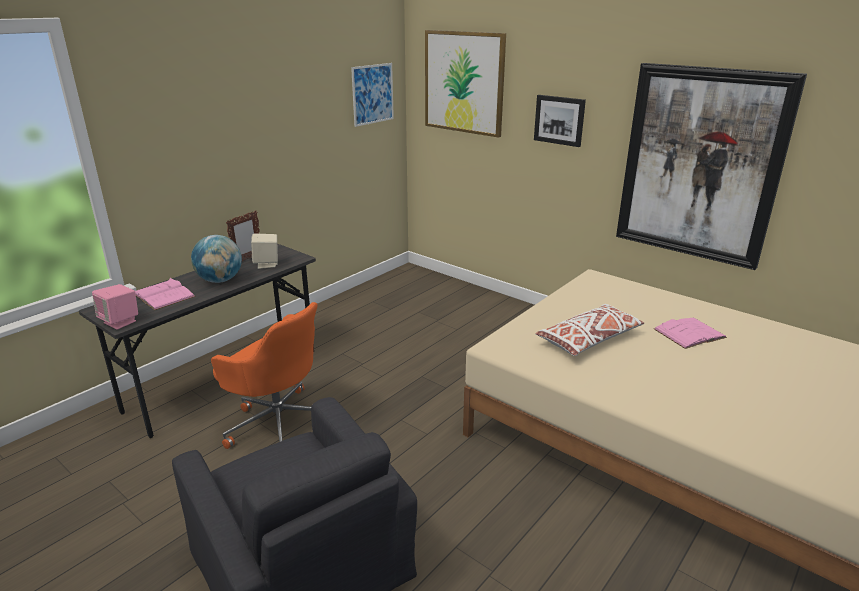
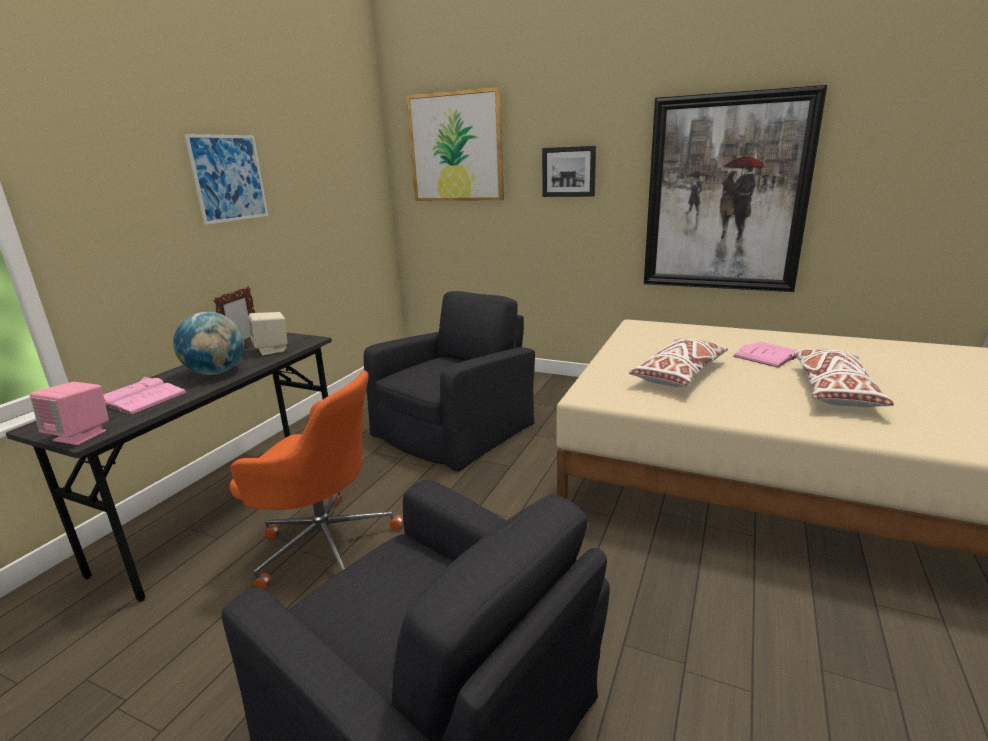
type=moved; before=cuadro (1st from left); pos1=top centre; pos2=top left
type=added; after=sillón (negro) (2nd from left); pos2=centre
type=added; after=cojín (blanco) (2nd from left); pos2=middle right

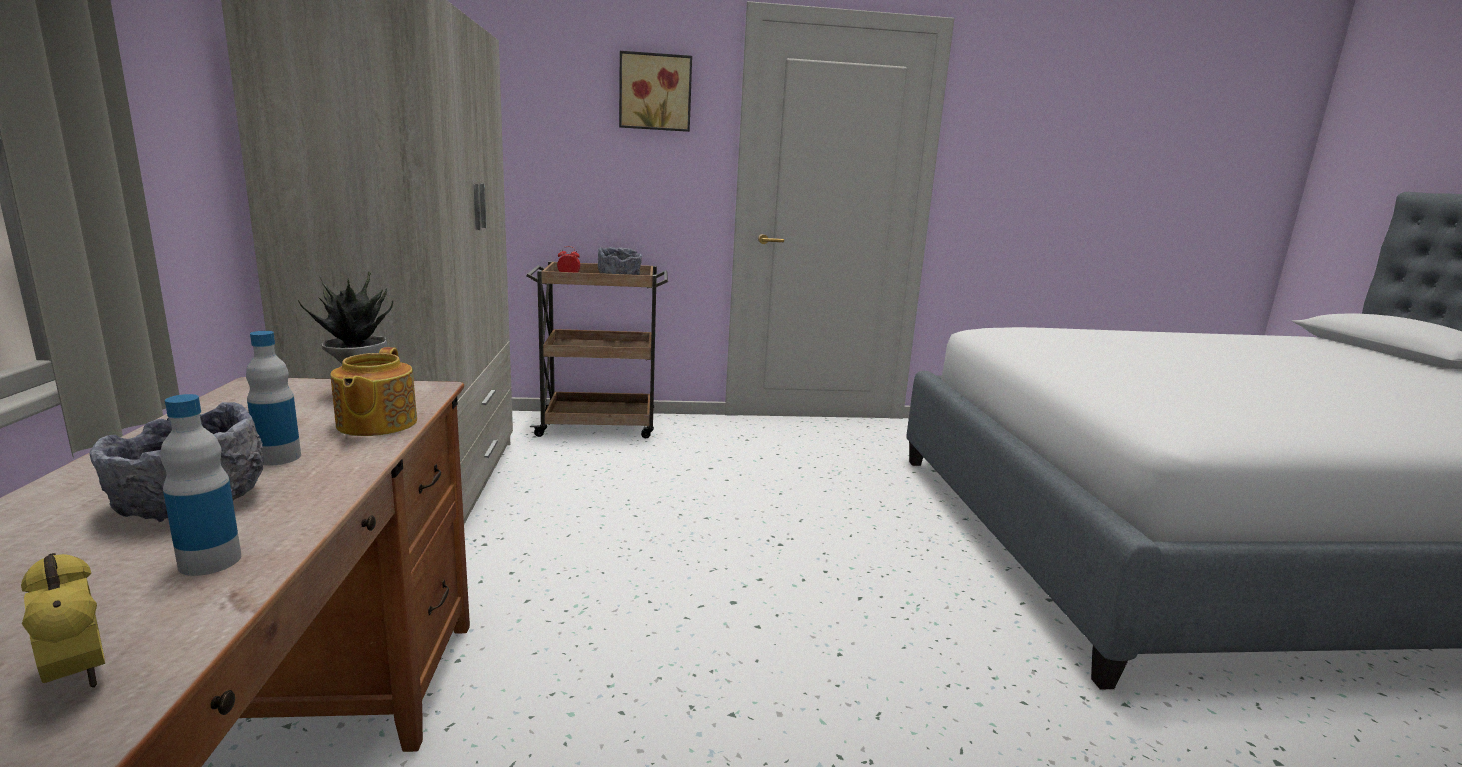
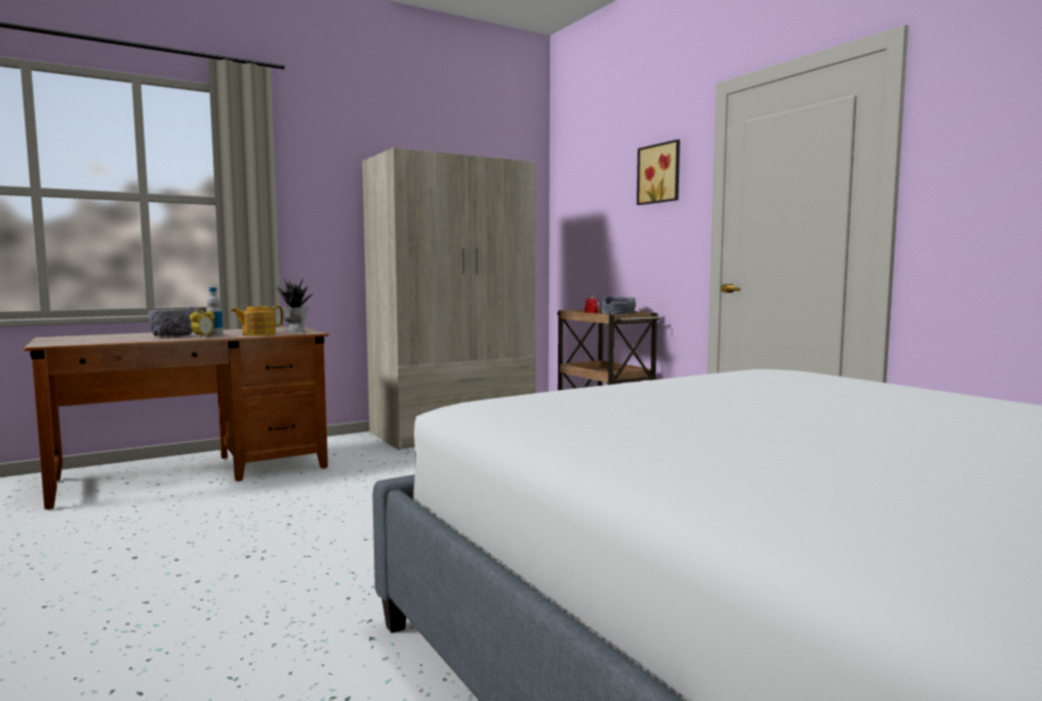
type=moved; before=despertador (1st from left); pos1=bottom left; pos2=middle left
type=removed; before=botella (1st from left); pos1=middle left

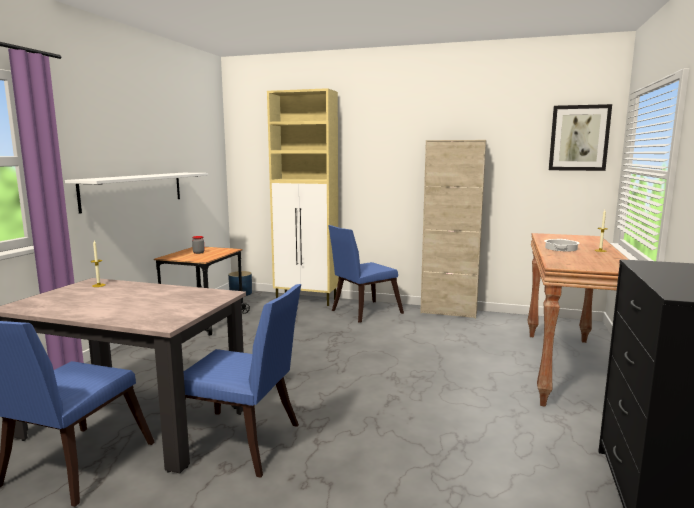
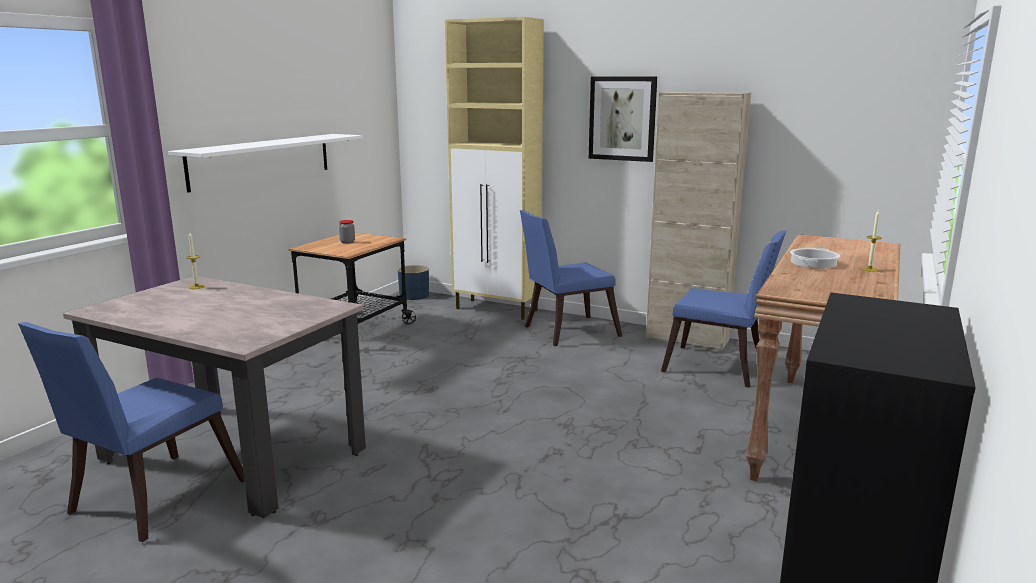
type=moved; before=cuadro; pos1=top right; pos2=top centre
type=moved; before=silla (azul) (2nd from left in the first image); after=silla (azul) (3rd from left); pos1=bottom centre; pos2=middle right

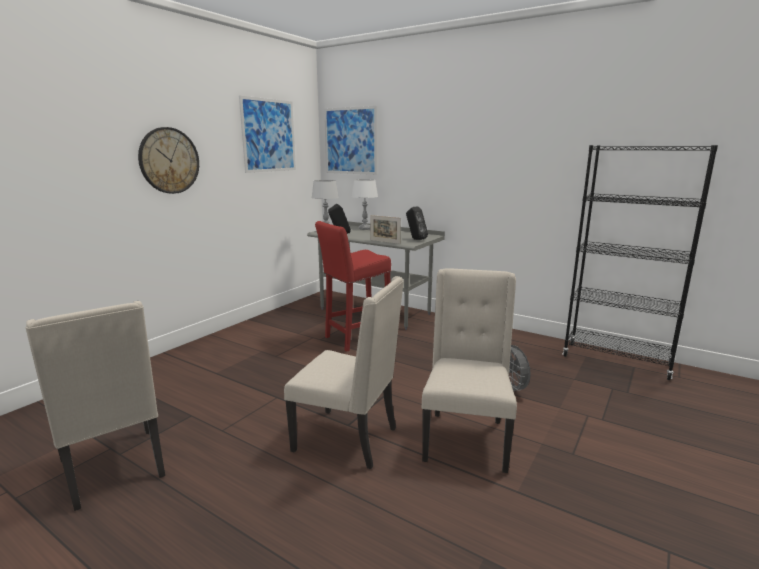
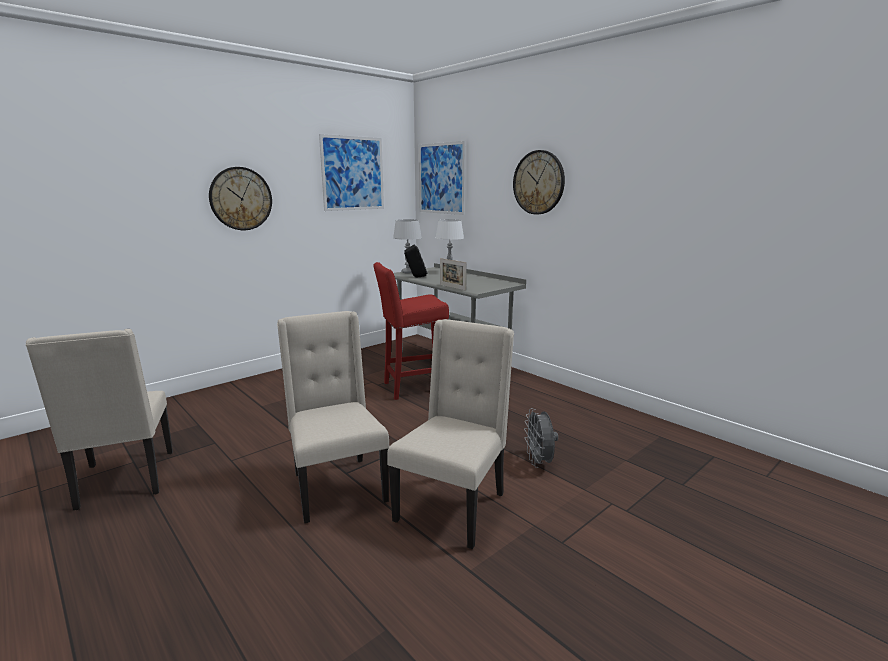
type=turned; before=silla (beis) (2nd from left); pos1=centre; pos2=centre; turn=-150
type=added; after=reloj de pared (2nd from left); pos2=top centre
type=removed; before=altavoz (negro) (2nd from left); pos1=centre
type=removed; before=estantería (negro); pos1=middle right

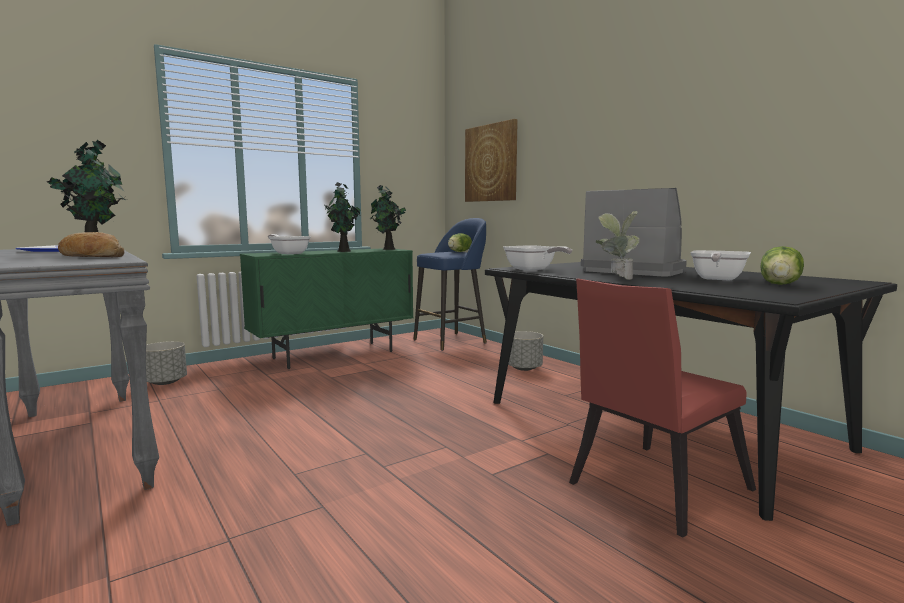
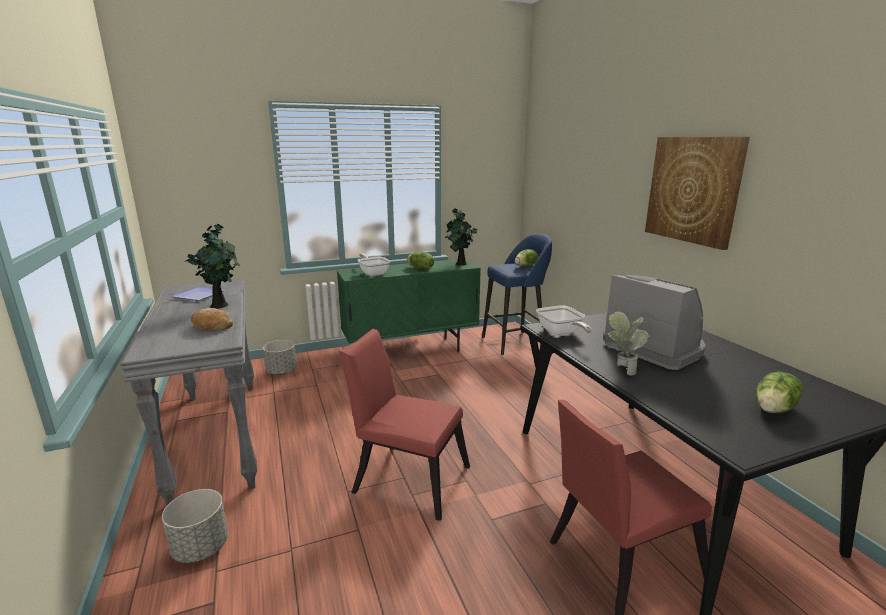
type=moved; before=maceta (gris) (2nd from left in the first image); after=maceta (gris) (1st from left); pos1=centre; pos2=bottom left
type=added; after=silla (rojo) (1st from left); pos2=bottom centre
type=replaced; before=planta en maceta (2nd from left); after=lechuga (1st from left); pos1=centre; pos2=centre
type=moved; before=cuadro; pos1=top centre; pos2=top right
type=removed; before=sartén (3rd from left); pos1=middle right

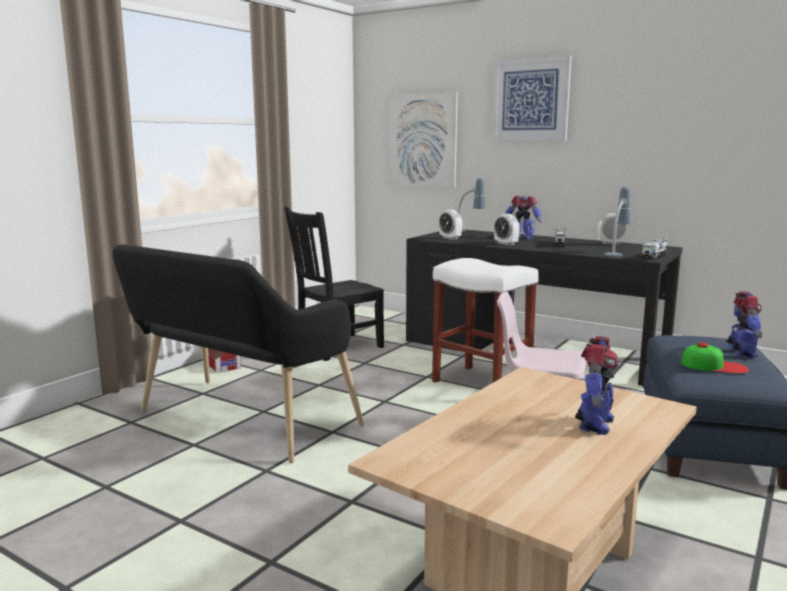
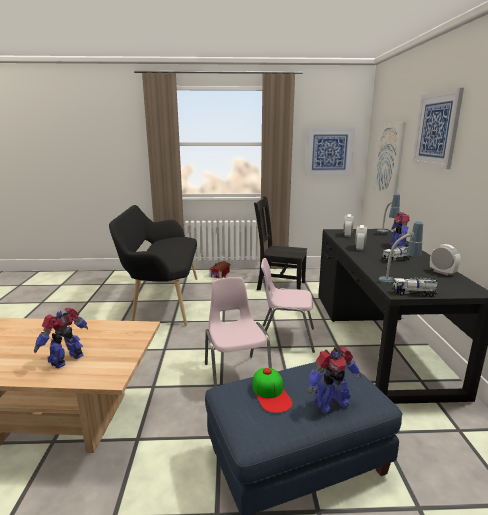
type=turned; before=robot de juguete (2nd from left in the first image); pos1=middle right; pos2=middle left; turn=135
type=replaced; before=taburete (blanco); after=silla (rosa) (2nd from left); pos1=centre; pos2=centre
type=added; after=cuadro (1st from left); pos2=top right

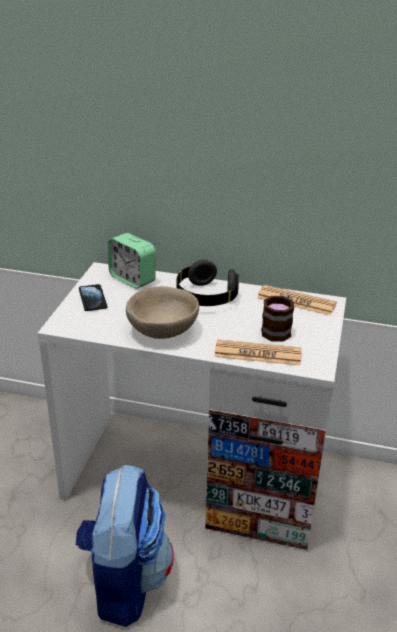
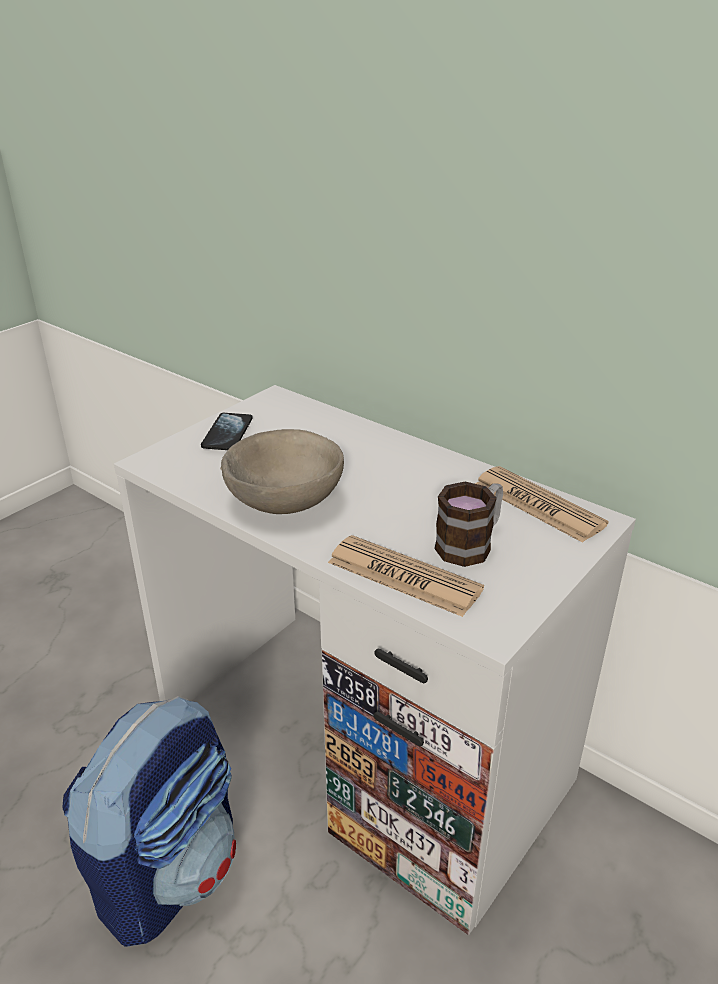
type=removed; before=despertador; pos1=middle left
type=removed; before=auriculares (negro); pos1=centre

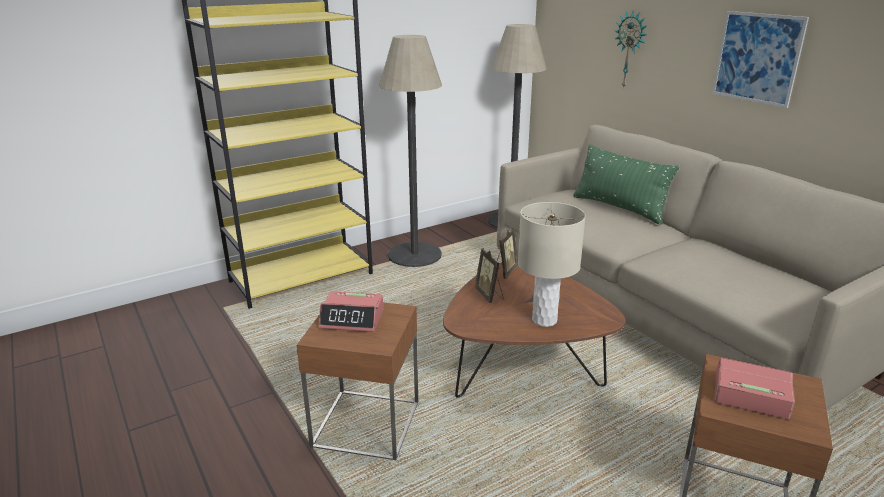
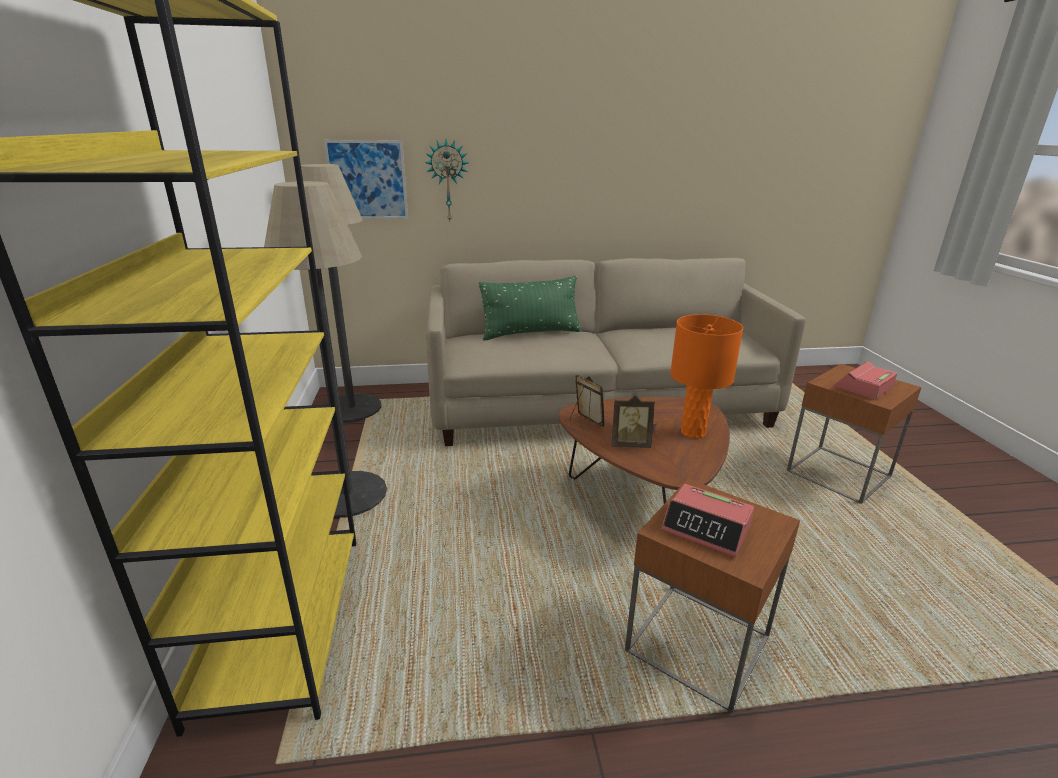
type=moved; before=cuadro; pos1=top right; pos2=top centre
type=turned; before=despertador (1st from left); pos1=centre; pos2=bottom right; turn=90
type=recoloured; before=lámpara de mesa (beis); after=lámpara de mesa (naranja); pos1=centre; pos2=middle right

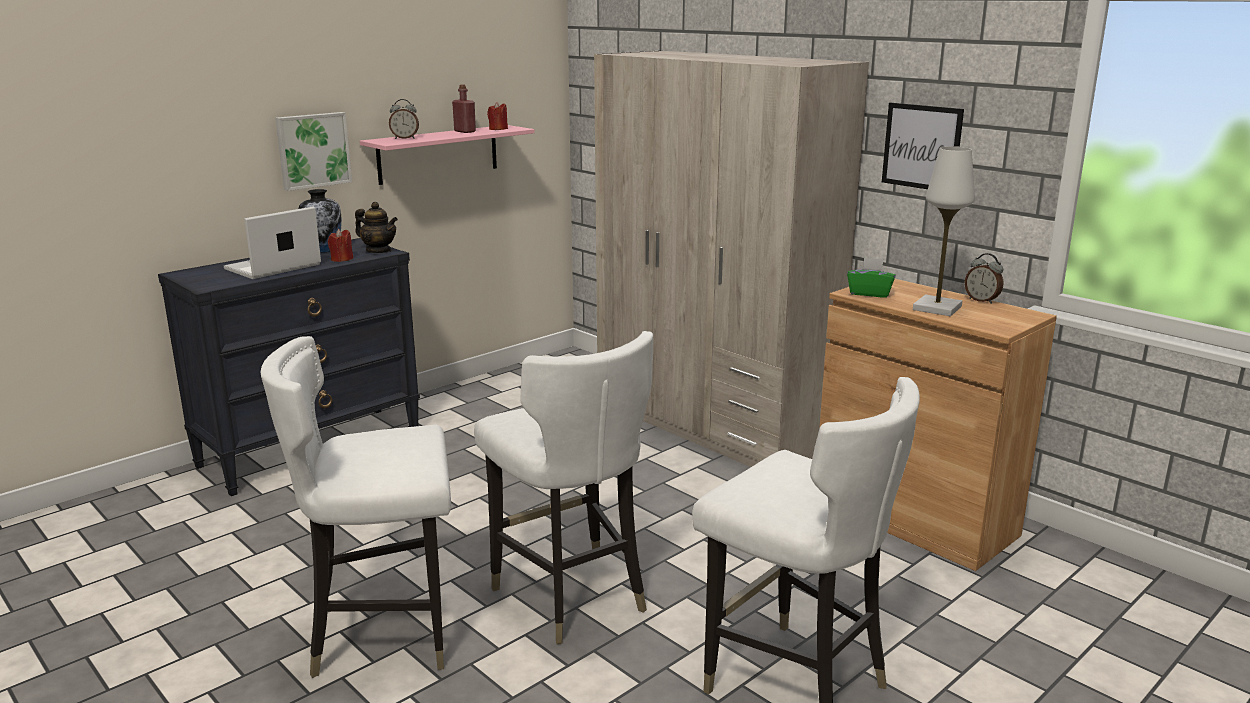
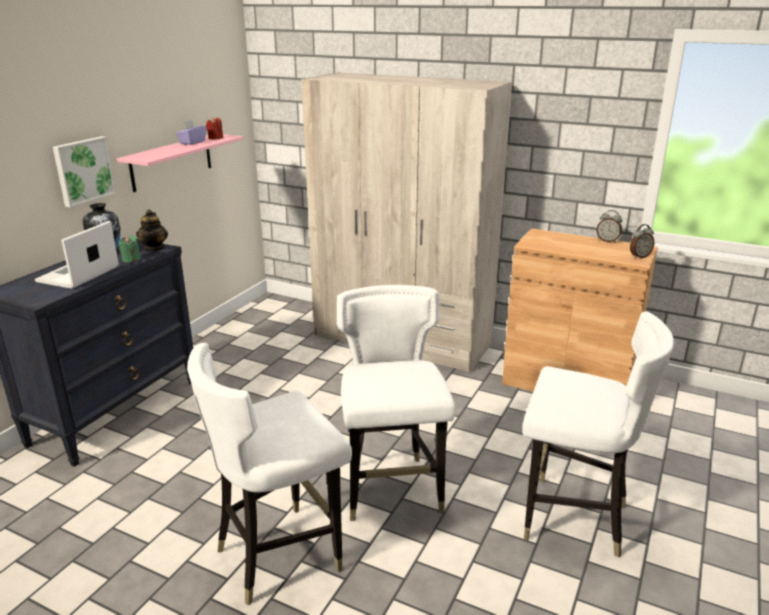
type=recoloured; before=vela (rojo) (1st from left); after=vela (verde); pos1=middle left; pos2=middle left
type=turned; before=tetera; pos1=top left; pos2=middle left; turn=75
type=replaced; before=botella (rojo); after=caja de pañuelos (morado); pos1=top centre; pos2=top left
type=turned; before=silla (blanco) (2nd from left); pos1=bottom centre; pos2=centre; turn=-135
type=moved; before=despertador (1st from left in the first image); after=despertador (2nd from left); pos1=top left; pos2=middle right
type=removed; before=caja de pañuelos (verde); pos1=middle right
type=removed; before=cuadro (2nd from left); pos1=top right
type=removed; before=lámpara de mesa (blanco); pos1=top right

